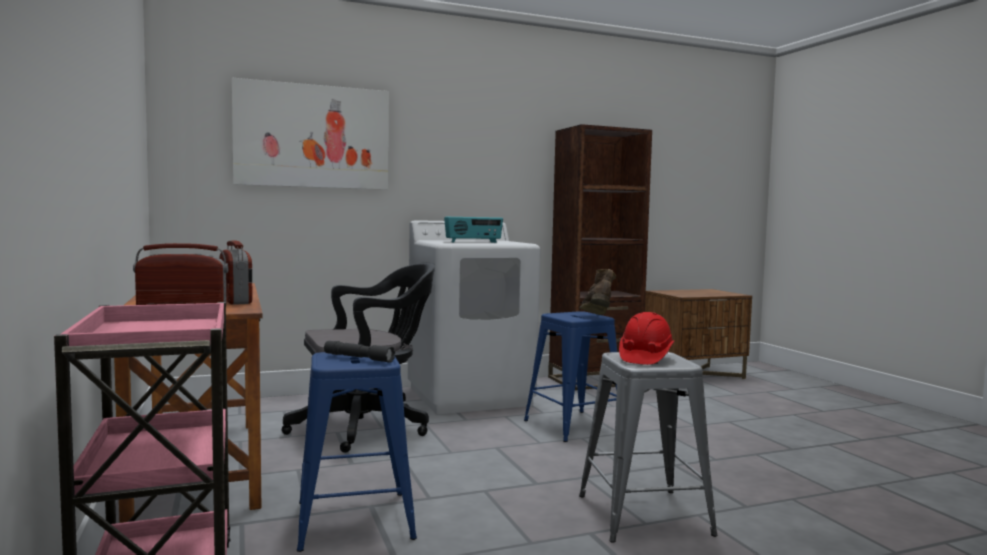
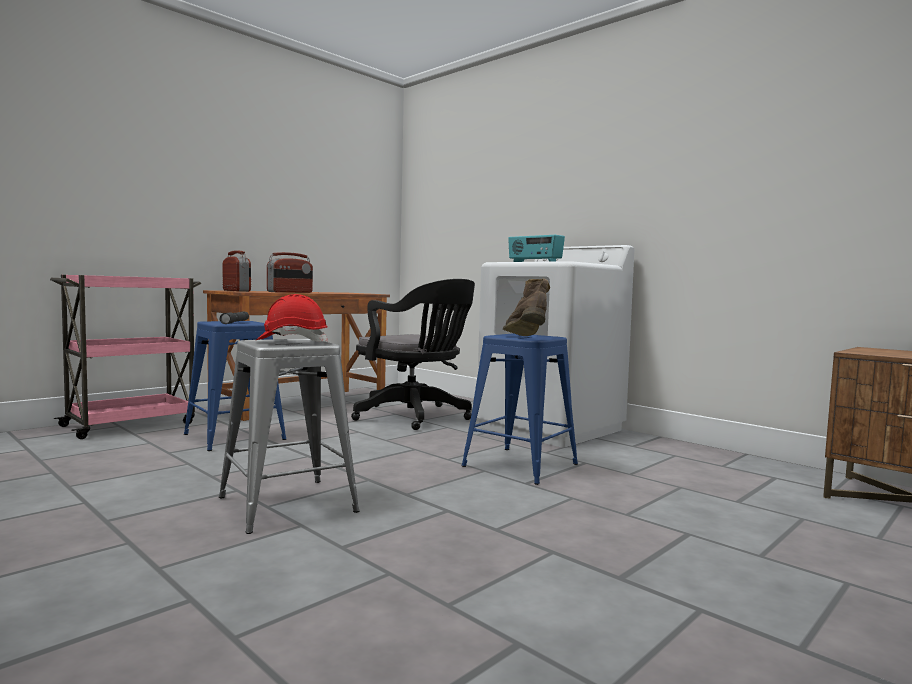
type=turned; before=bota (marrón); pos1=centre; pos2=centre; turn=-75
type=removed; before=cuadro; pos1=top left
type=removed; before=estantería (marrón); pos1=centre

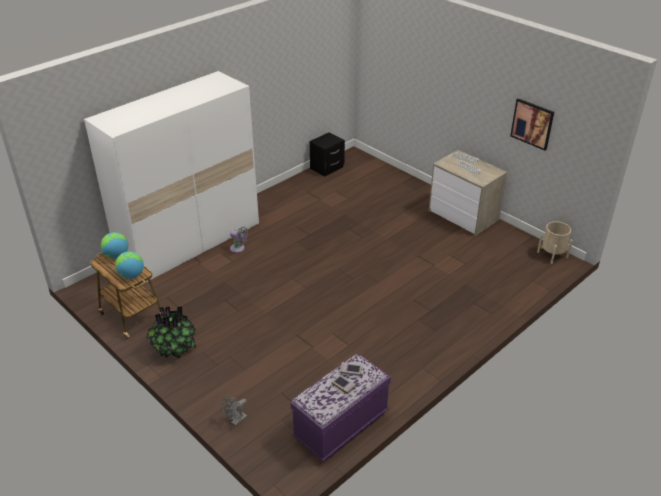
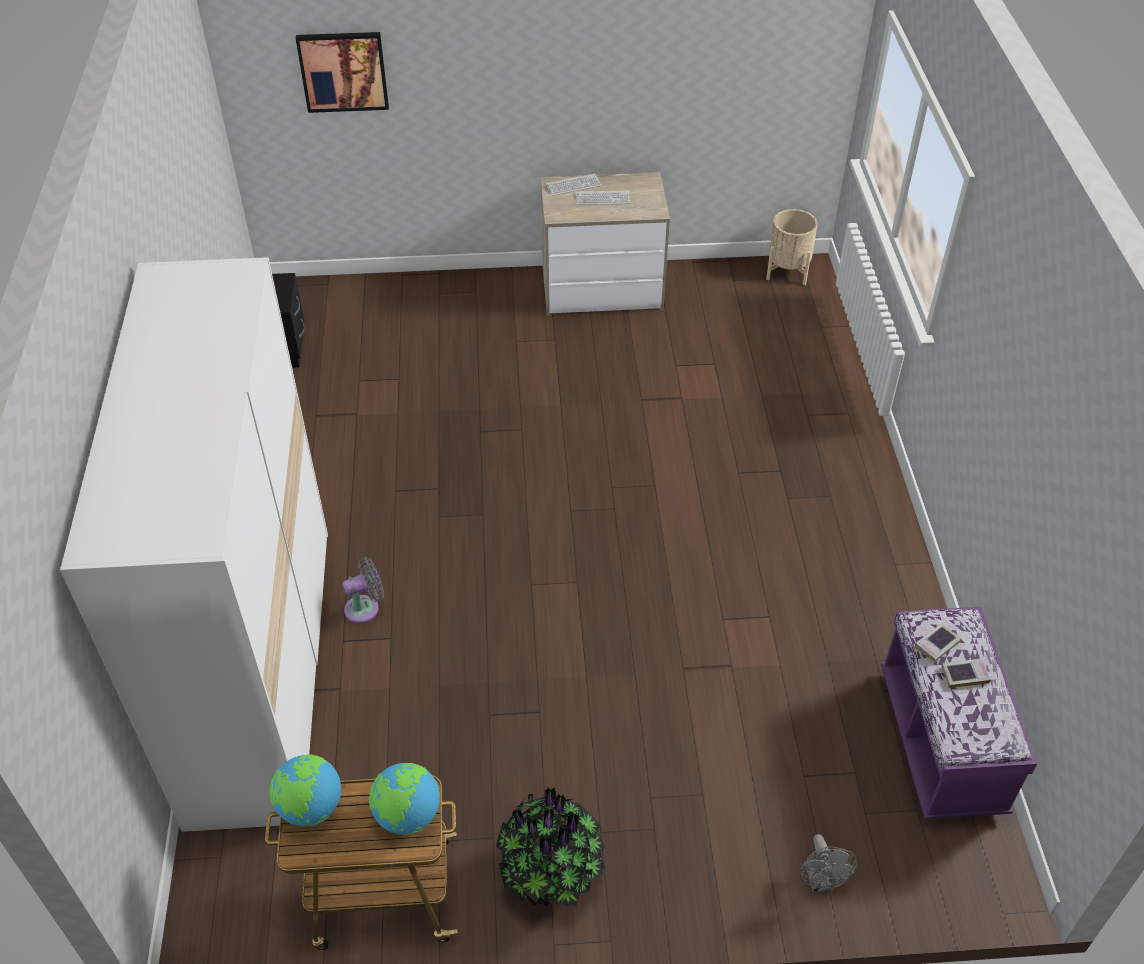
type=moved; before=cuadro; pos1=top right; pos2=top left

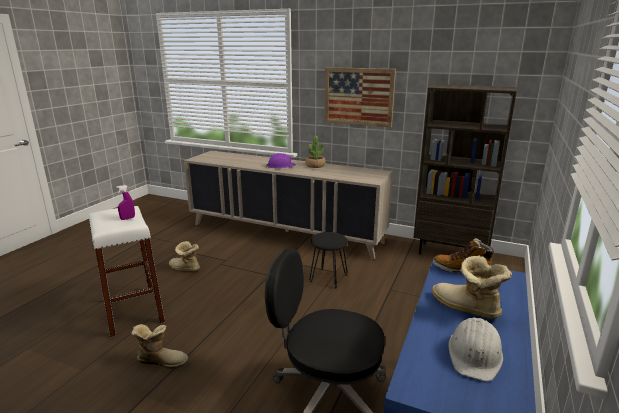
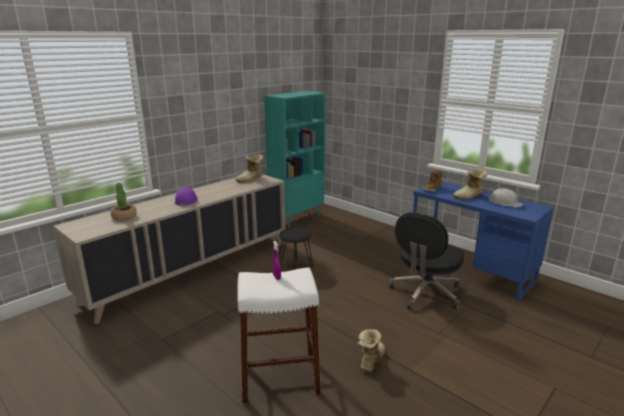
type=moved; before=planta en maceta; pos1=centre; pos2=middle left
type=moved; before=bota (2nd from left in the first image); after=bota (1st from left); pos1=middle left; pos2=centre
type=recoloured; before=estantería (marrón); after=estantería (turquesa); pos1=middle right; pos2=centre
type=removed; before=cuadro; pos1=top centre

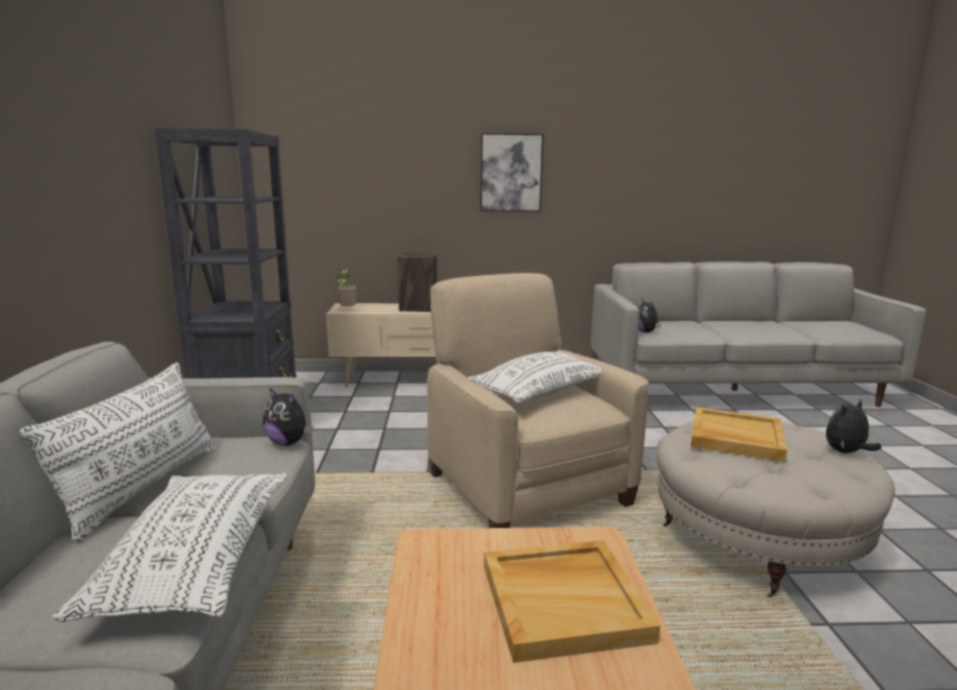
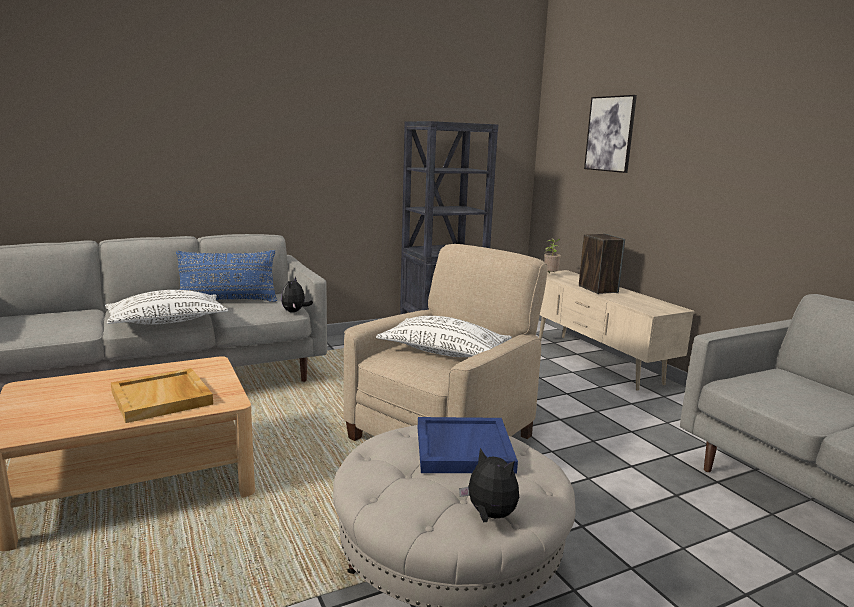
type=recoloured; before=cojín (blanco) (1st from left); after=cojín (azul); pos1=middle left; pos2=middle left
type=recoloured; before=bandeja (beis) (2nd from left); after=bandeja (azul); pos1=middle right; pos2=bottom centre
type=moved; before=cuadro; pos1=top centre; pos2=top right
type=removed; before=peluche (2nd from left); pos1=middle right

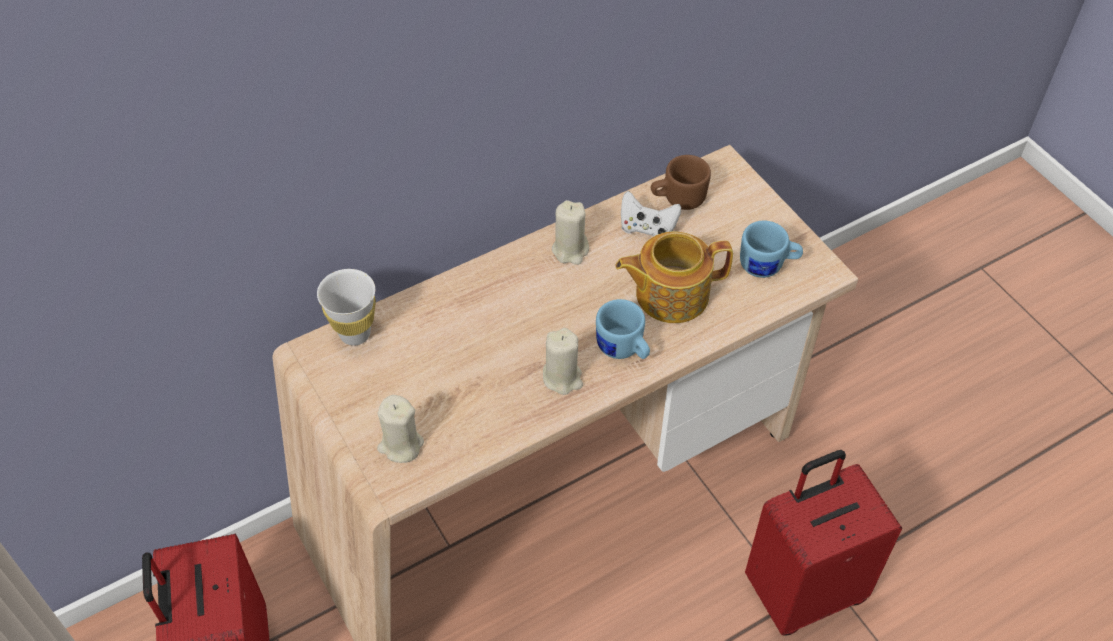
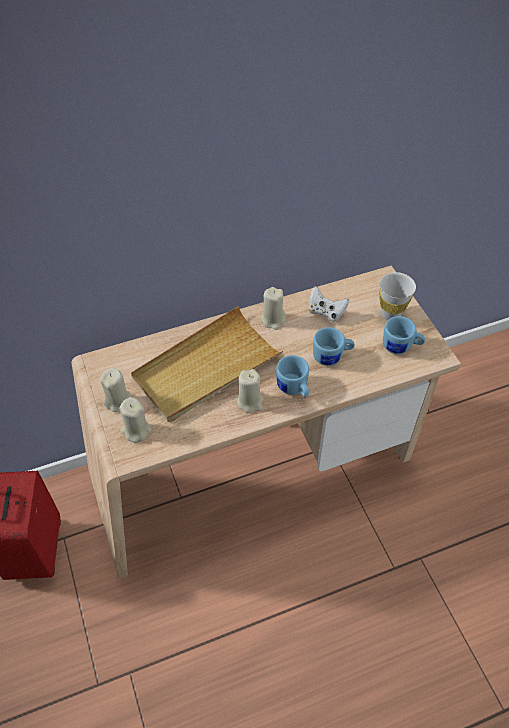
type=added; after=vela (beis) (1st from left); pos2=middle left
type=added; after=bandeja (beis); pos2=centre
type=replaced; before=tetera; after=taza grande (azul) (2nd from left); pos1=centre; pos2=centre
type=moved; before=taza (blanco); pos1=middle left; pos2=middle right
type=removed; before=taza grande (marrón); pos1=top centre
type=removed; before=maleta (rojo) (2nd from left); pos1=bottom right

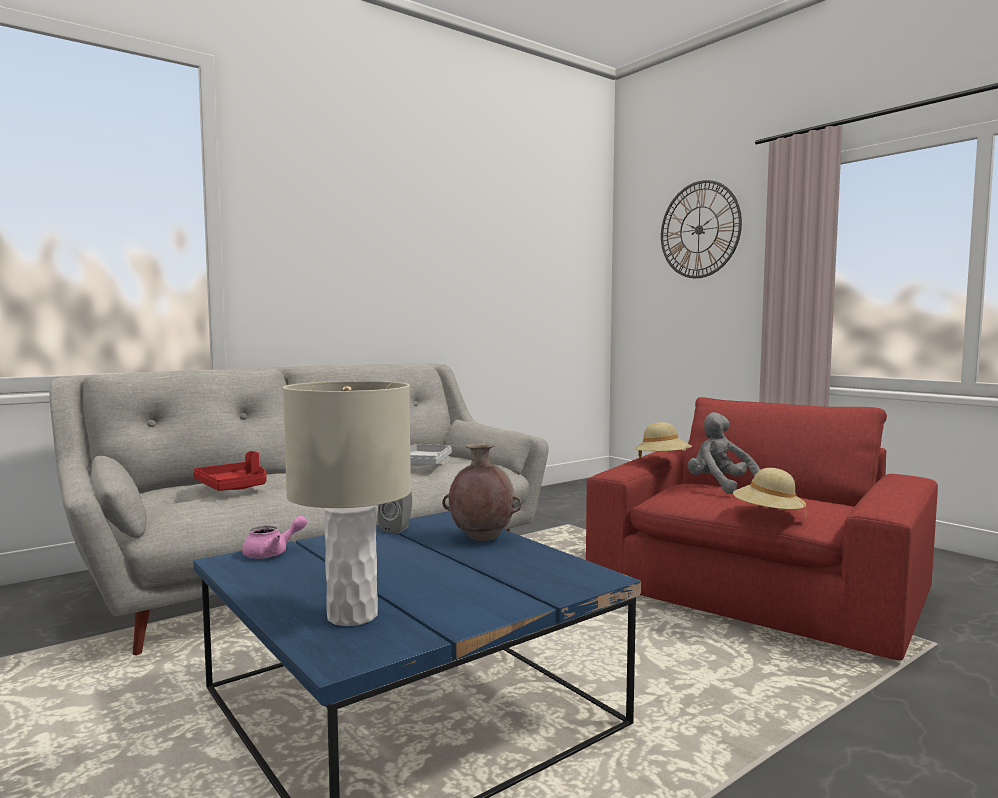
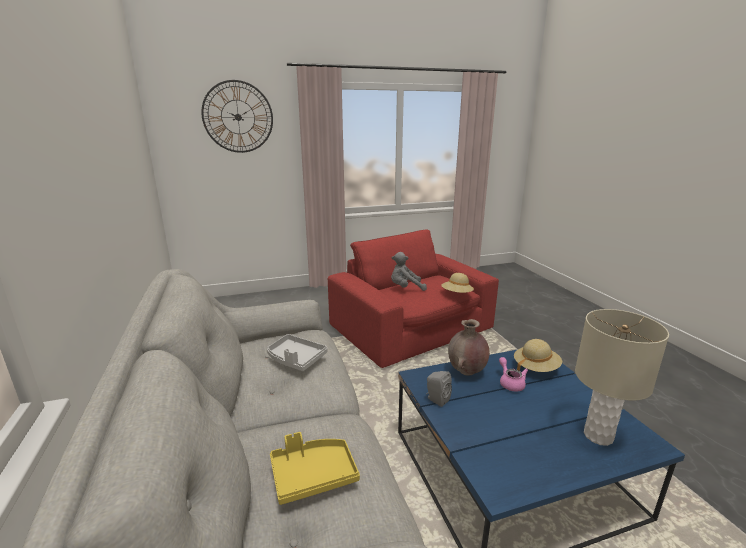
type=recoloured; before=bandeja (rojo); after=bandeja (amarillo); pos1=middle left; pos2=bottom centre
type=moved; before=tetera (rosa); pos1=bottom left; pos2=bottom right
type=moved; before=sombrero (beis) (1st from left in the first image); after=sombrero (beis) (2nd from left); pos1=centre; pos2=middle right

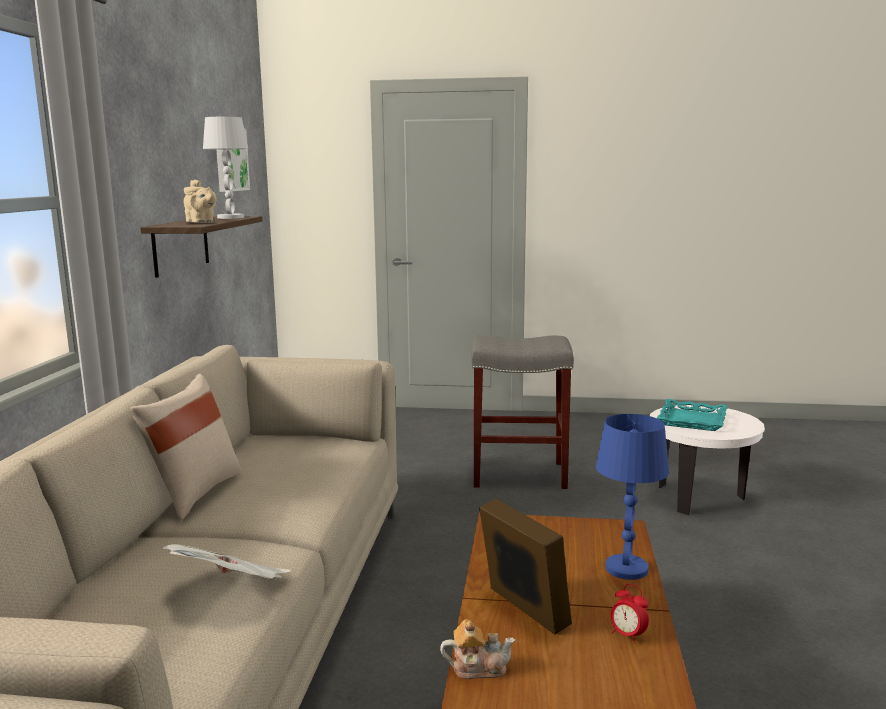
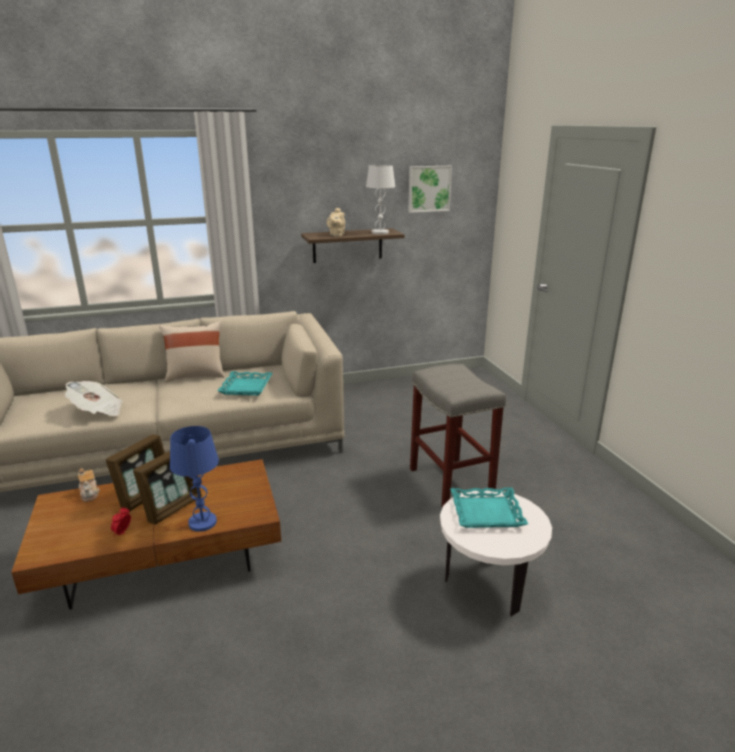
type=added; after=portarretratos (2nd from left); pos2=middle left
type=added; after=bandeja (turquesa) (1st from left); pos2=middle left

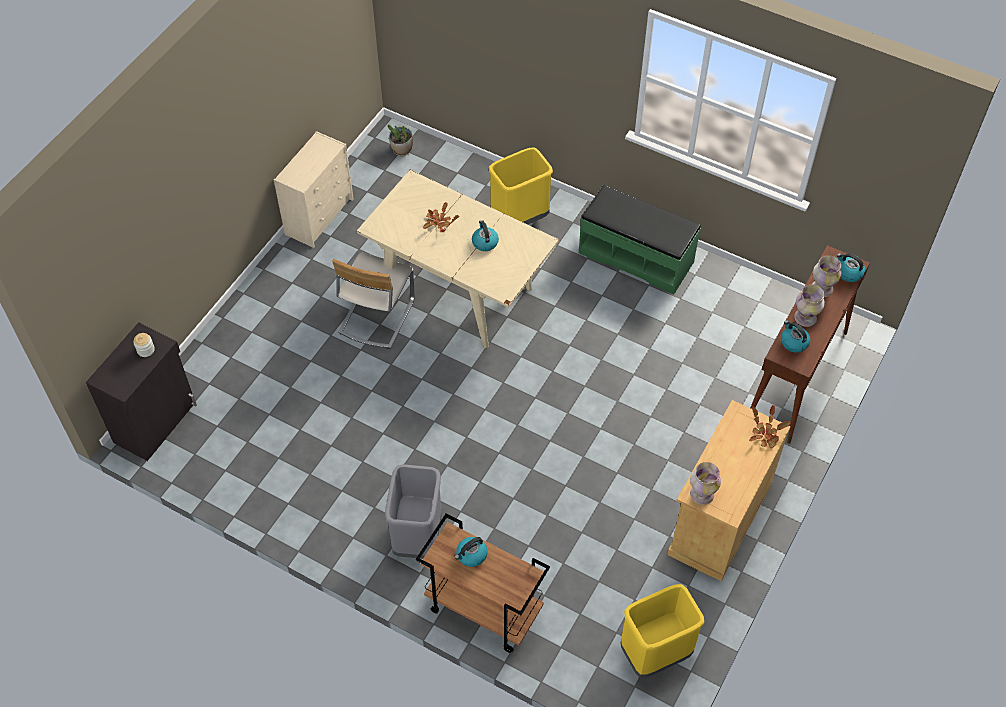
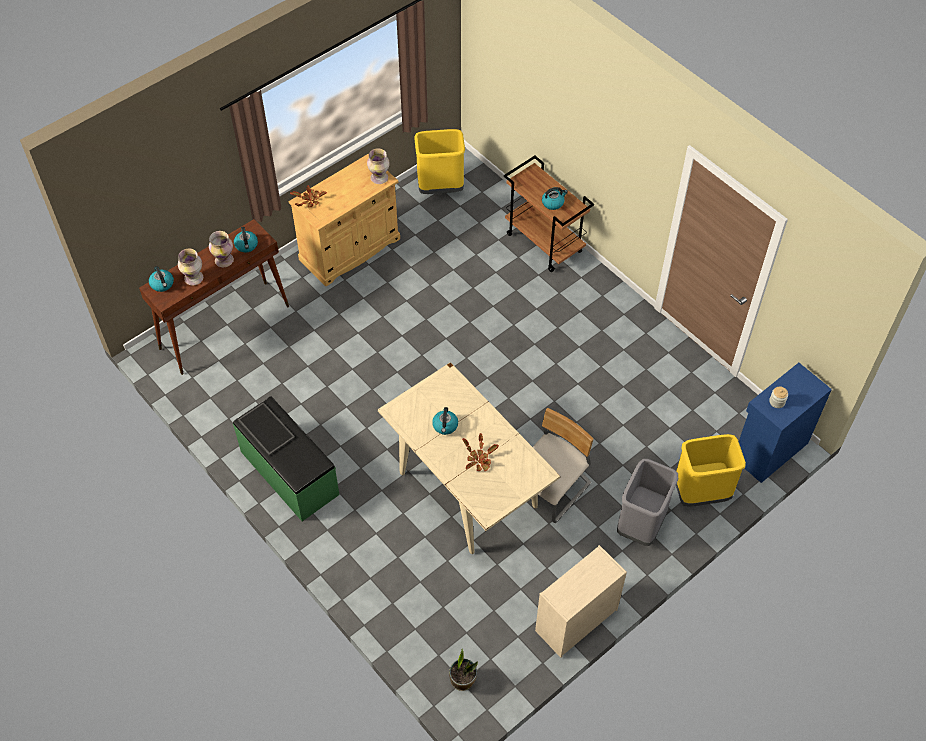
type=added; after=bandeja; pos2=middle left
type=moved; before=papelera (gris); pos1=bottom centre; pos2=bottom right
type=moved; before=papelera (amarillo) (1st from left in the first image); after=papelera (amarillo) (2nd from left); pos1=top centre; pos2=middle right
type=recoloured; before=armario (negro); after=armario (azul); pos1=middle left; pos2=middle right

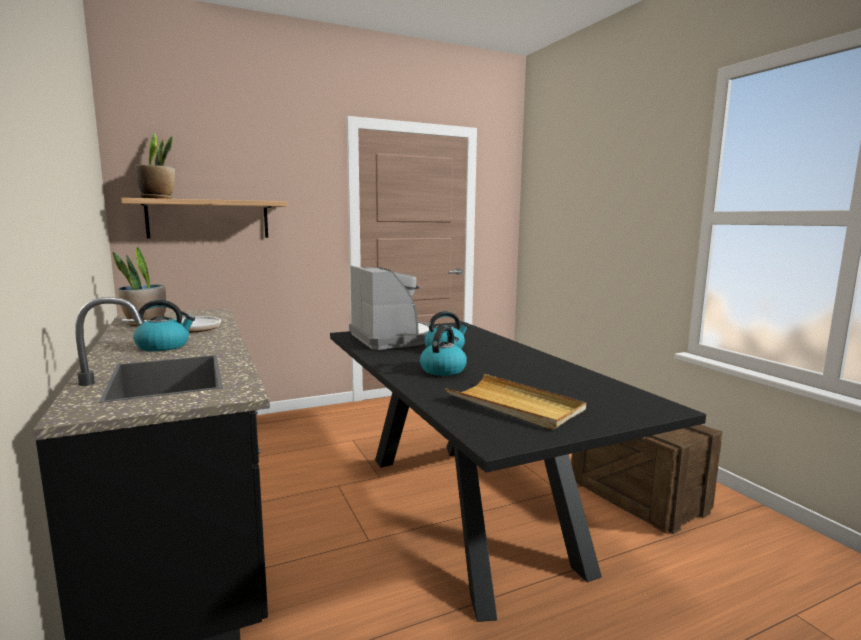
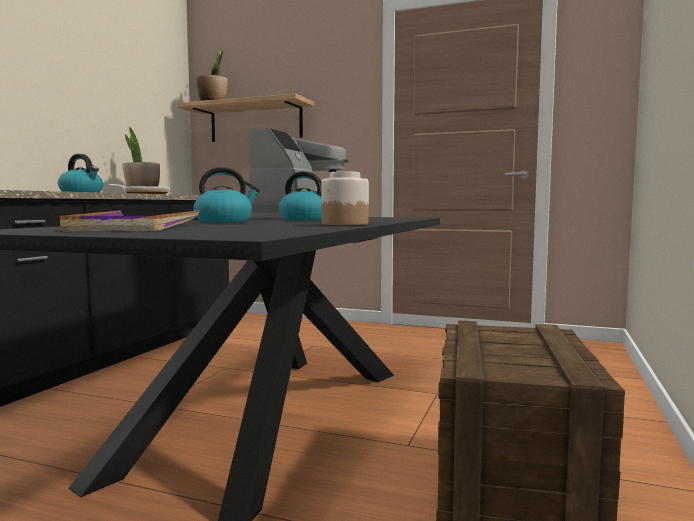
type=recoloured; before=bandeja (beis); after=bandeja (morado); pos1=centre; pos2=middle left
type=added; after=tarro; pos2=centre

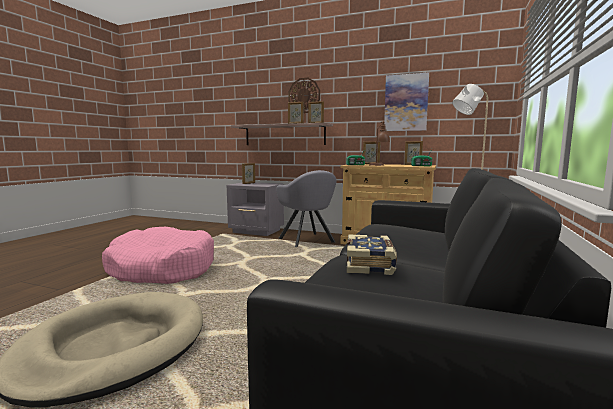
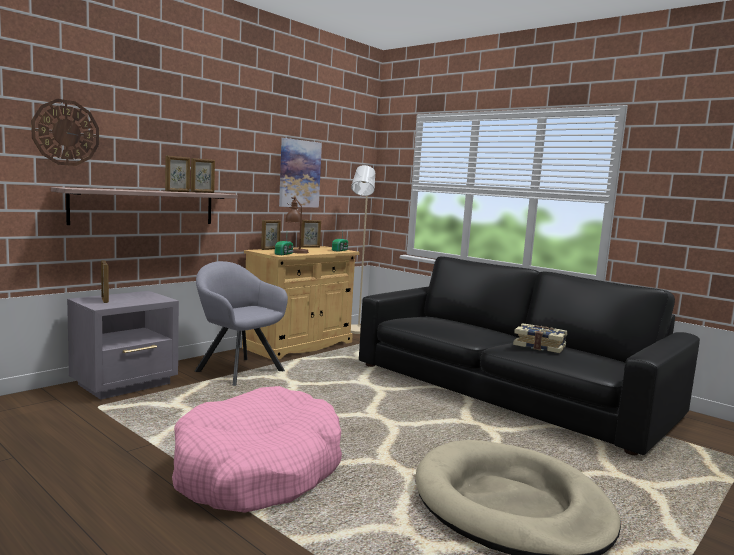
type=moved; before=reloj de pared; pos1=top centre; pos2=top left
type=turned; before=sillón (gris); pos1=centre; pos2=middle left; turn=-135

